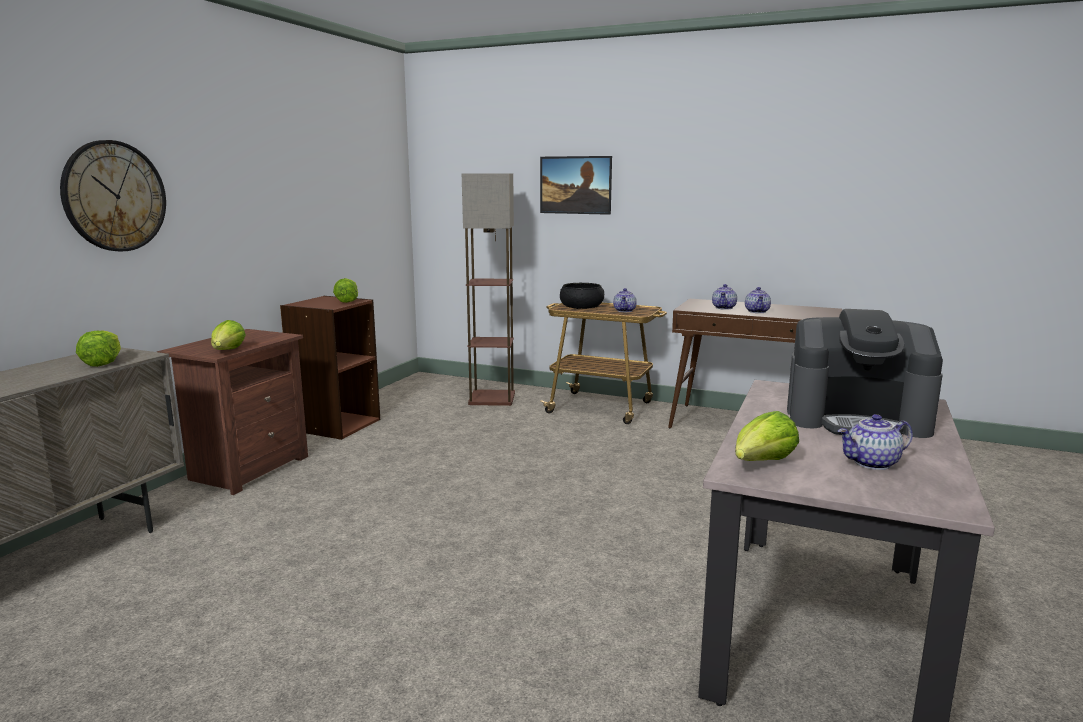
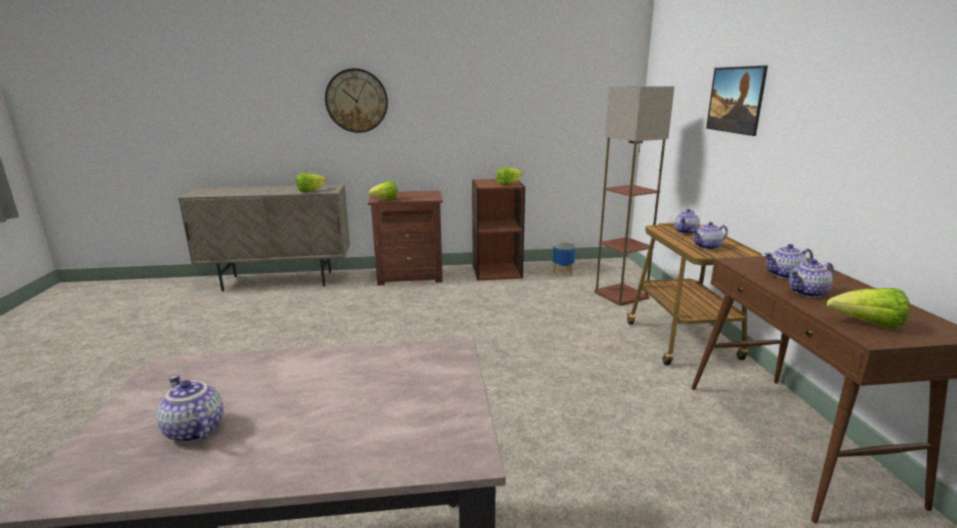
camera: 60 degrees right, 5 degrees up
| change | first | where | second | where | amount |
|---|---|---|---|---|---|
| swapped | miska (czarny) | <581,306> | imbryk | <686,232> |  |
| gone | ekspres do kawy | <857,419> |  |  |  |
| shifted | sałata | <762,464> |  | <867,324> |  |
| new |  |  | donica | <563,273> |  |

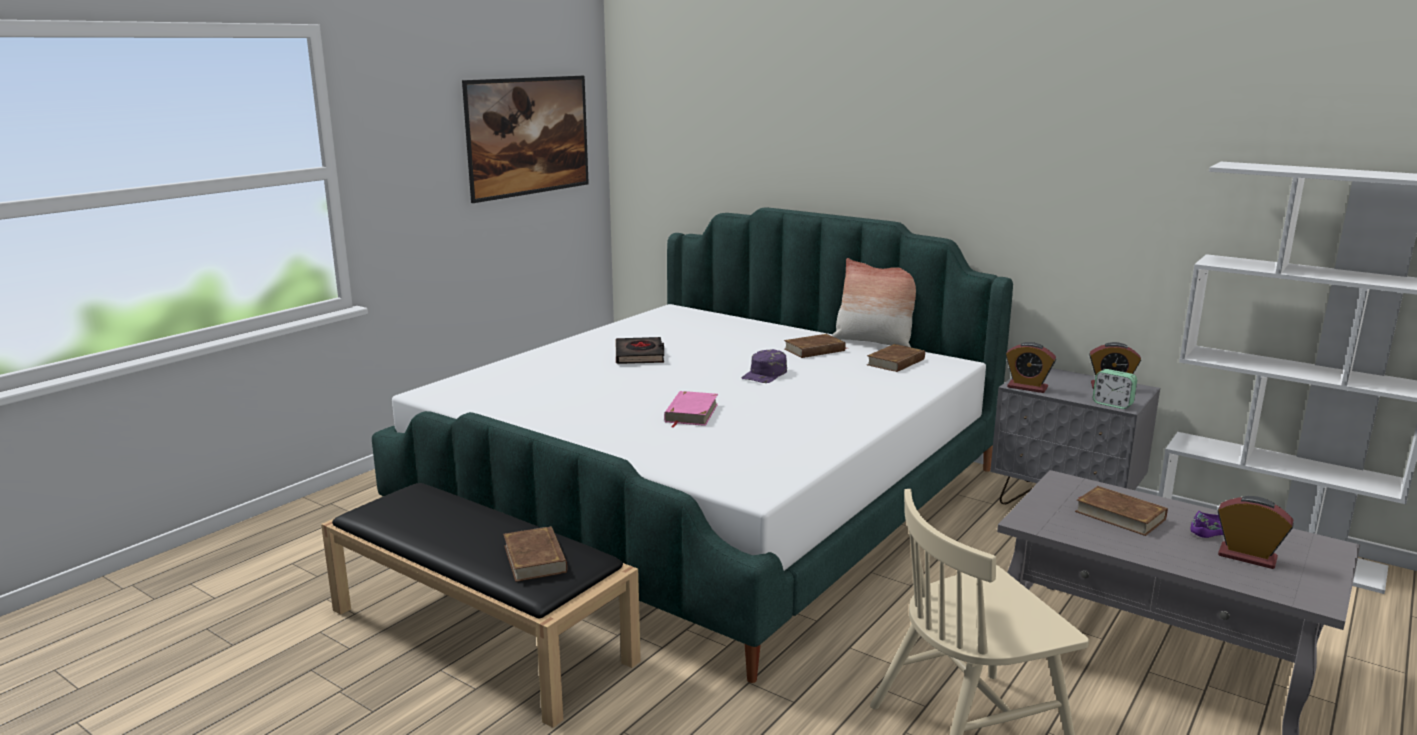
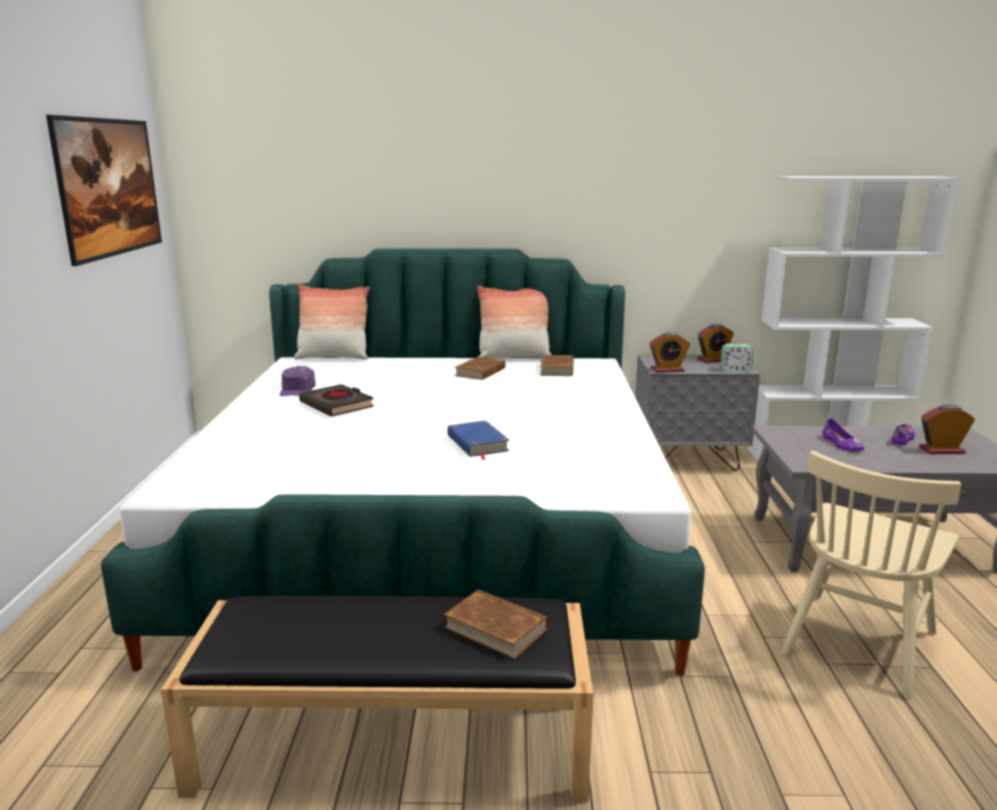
camera: 35 degrees left, 0 degrees up
| change | first | where | second | where | amount |
|---|---|---|---|---|---|
| shifted | czapka z daszkiem (fioletowy) | <765,374> |  | <298,389> |  |
| repainted | książka (różowy) | <691,413> | książka (niebieski) | <477,443> |  |
| swapped | książka (brązowy) | <1119,515> | but (fioletowy) | <841,444> |  |
| new |  |  | poduszka | <333,357> |  |

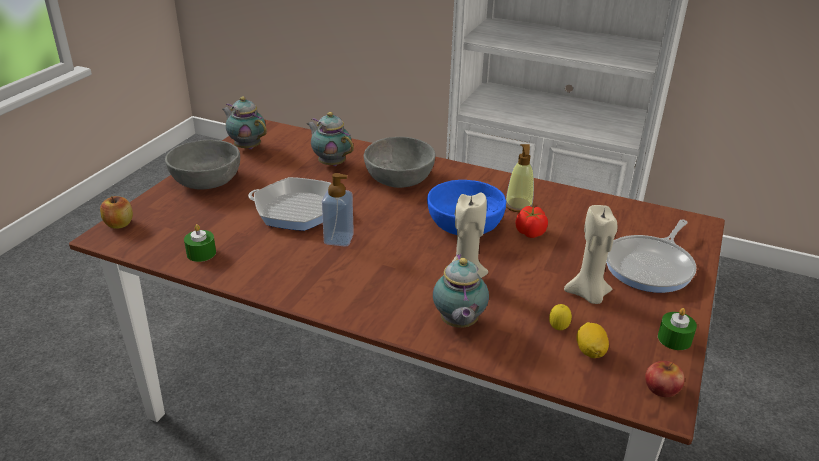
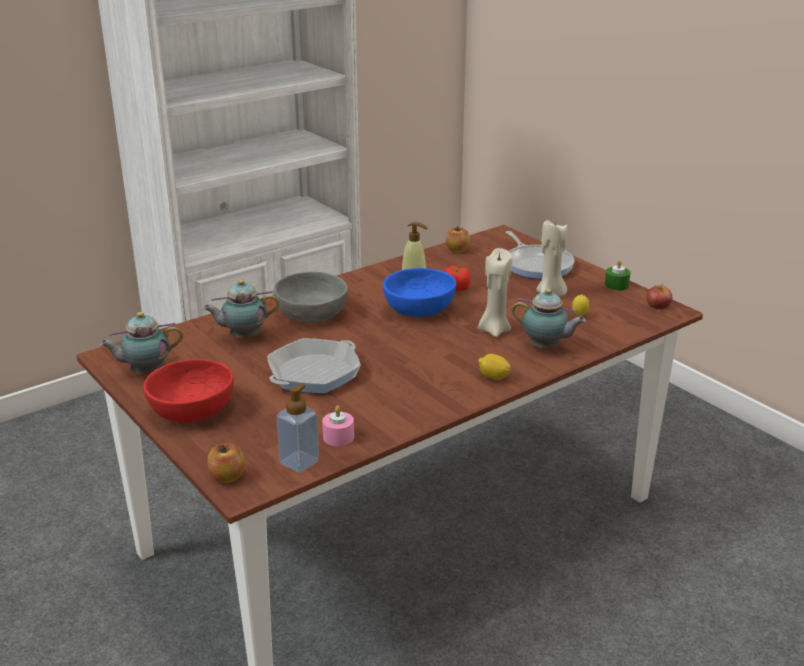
camera: 60 degrees left, 5 degrees down
| change | first | where | second | where | amount |
|---|---|---|---|---|---|
| repainted | miska (szary) | <206,180> | miska (czerwony) | <191,409> |  |
| shifted | dozownik mydła | <338,239> |  | <299,462> |  |
| repainted | świeca (zielony) | <201,253> | świeca (różowy) | <338,437> |  |
| shifted | cytryna | <590,351> |  | <493,377> |  |
| new |  |  | jabłko | <457,250> |  |

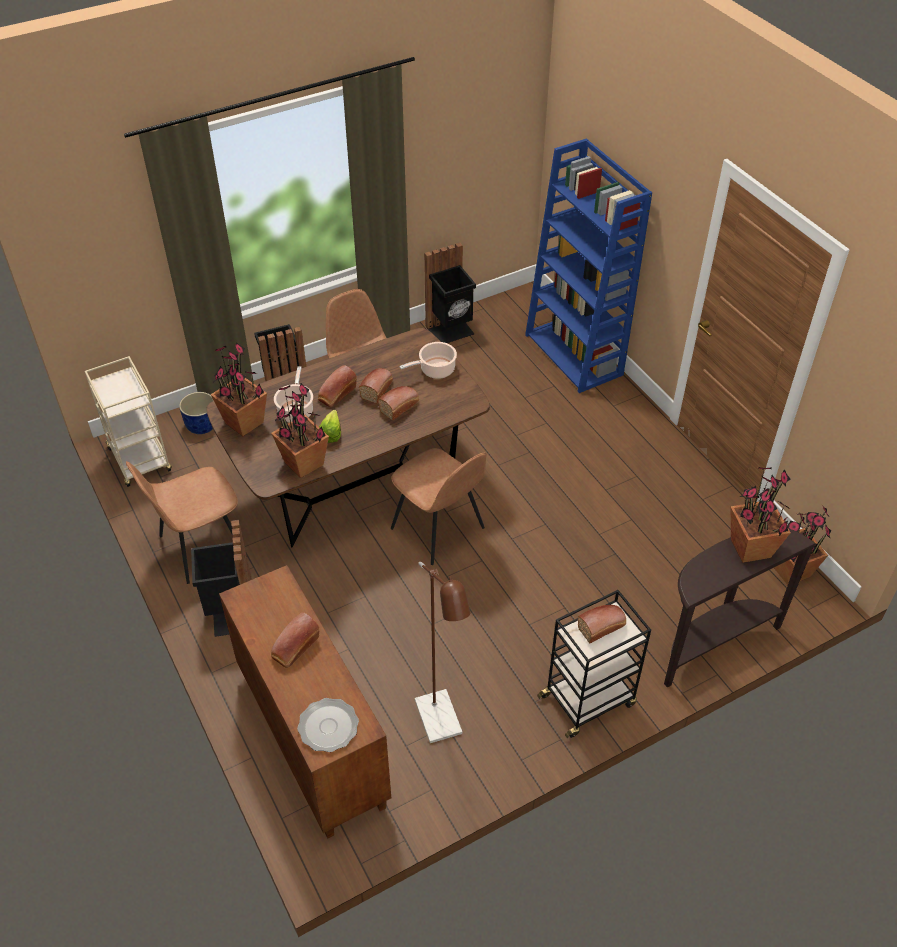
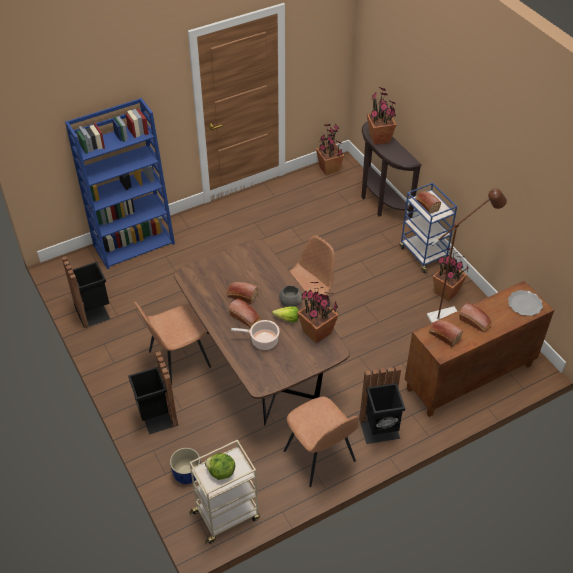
camera: 90 degrees left, 0 degrees up
| change | first | where | second | where | amount |
|---|---|---|---|---|---|
| shifted | roślina doniczkowa | <244,423> |  | <446,292> |  |
| gone | garnek | <435,370> |  |  |  |
| shifted | chleb | <400,406> |  | <443,335> |  |
| repainted | wózek (czarny) | <588,699> | wózek (niebieski) | <423,254> |  |
| new |  |  | miska (szary) | <290,302> |  |
| new |  |  | sałata | <221,472> |  |

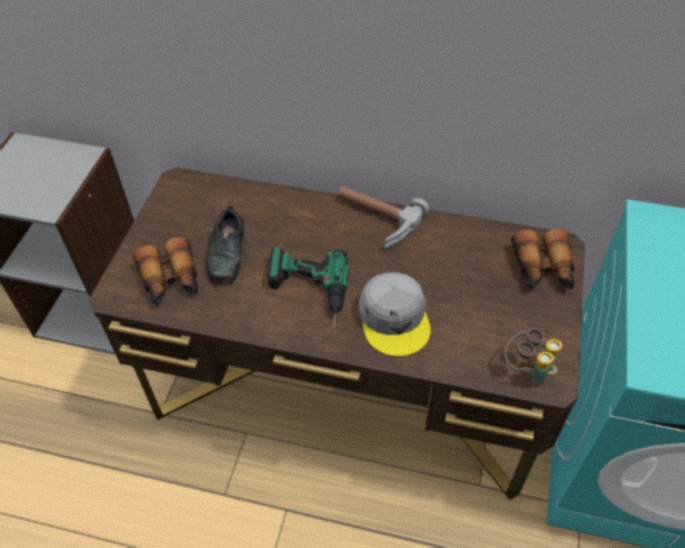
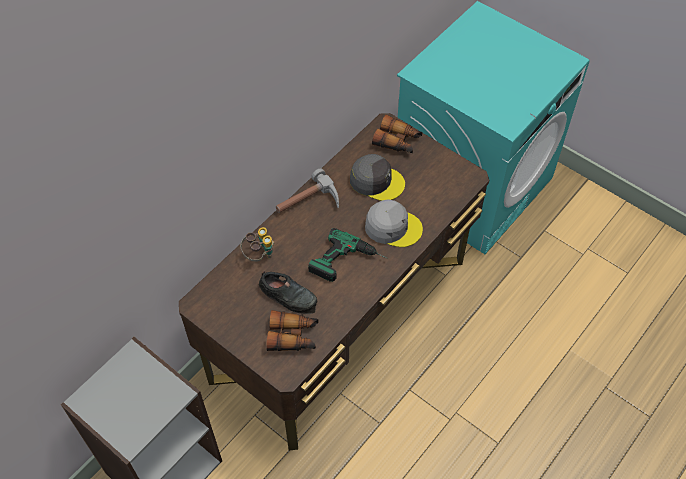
camera: 65 degrees left, 5 degrees up
| change | first | where | second | where | amount |
|---|---|---|---|---|---|
| shifted | lornetka | <527,370> |  | <259,255> |  |
| new |  |  | czapka z daszkiem (szary) | <376,181> |  |

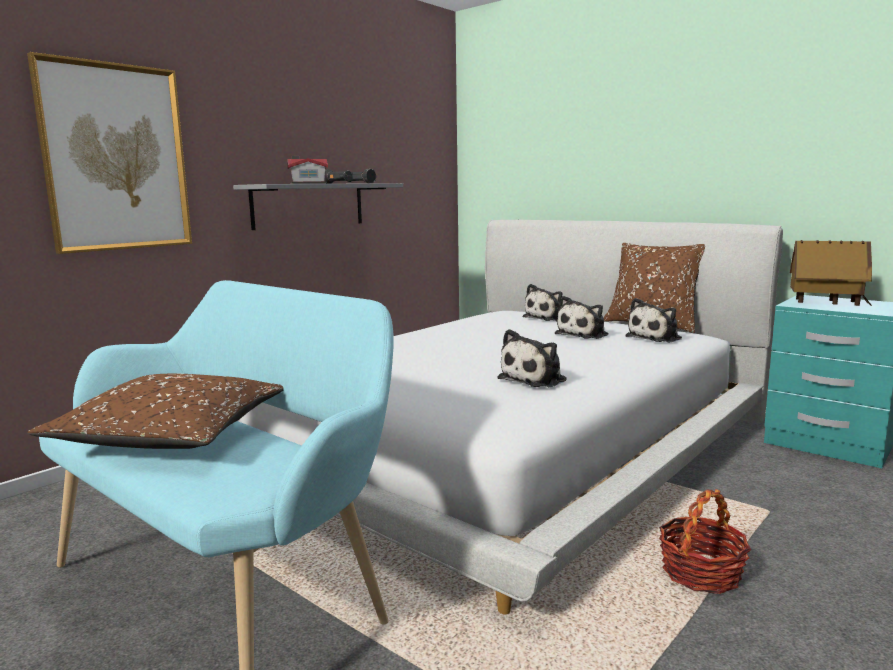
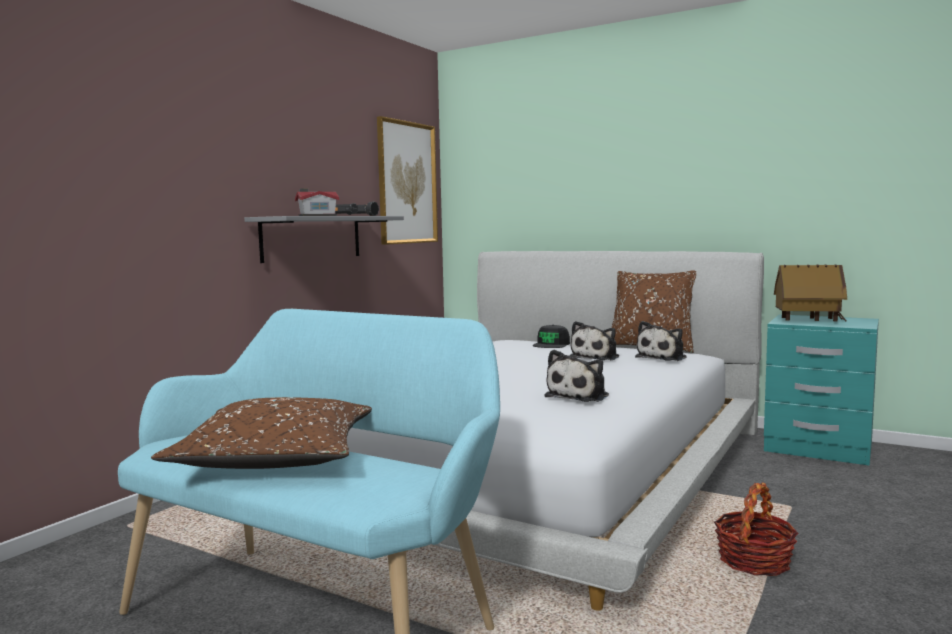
camera: 10 degrees left, 5 degrees down
| change | first | where | second | where | amount |
|---|---|---|---|---|---|
| shifted | obraz | <116,158> |  | <407,183> |  |
| swapped | pluszak | <548,318> | czapka z daszkiem (czarny) | <551,344> |  |

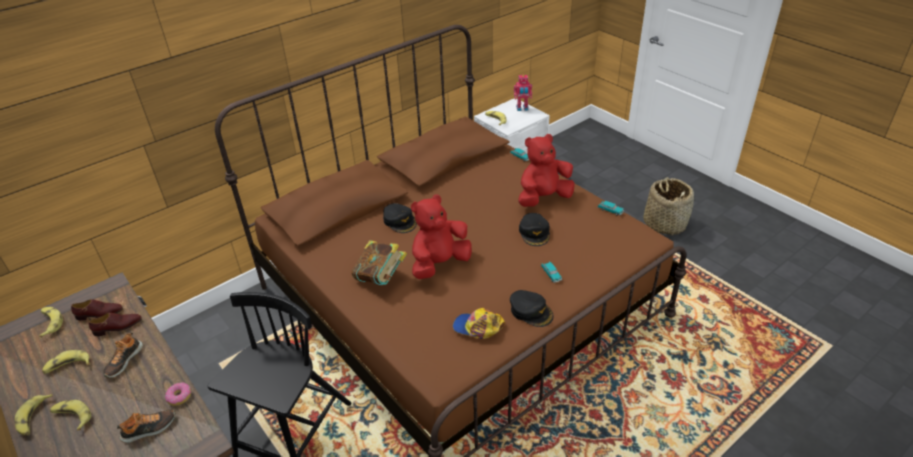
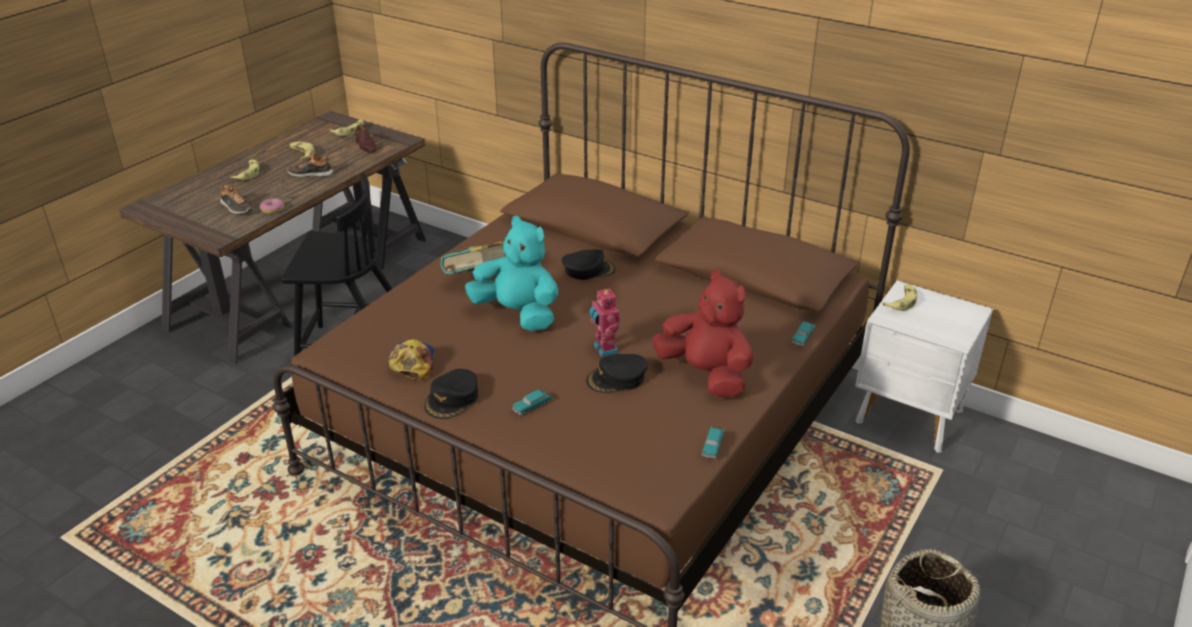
camera: 70 degrees right, 5 degrees down
| change | first | where | second | where | amount |
|---|---|---|---|---|---|
| shifted | robot zabawkowy | <522,108> |  | <604,349> |  |
| repainted | pluszak (czerwony) | <439,264> | pluszak (turkusowy) | <518,314> |  |
| rotated | czapka z daszkiem (czarny) | <400,221> |  | <588,269> | 135 degrees counterclockwise |
| gone | but (brązowy) | <118,327> |  |  |  |
| gone | banan | <34,418> |  |  |  |

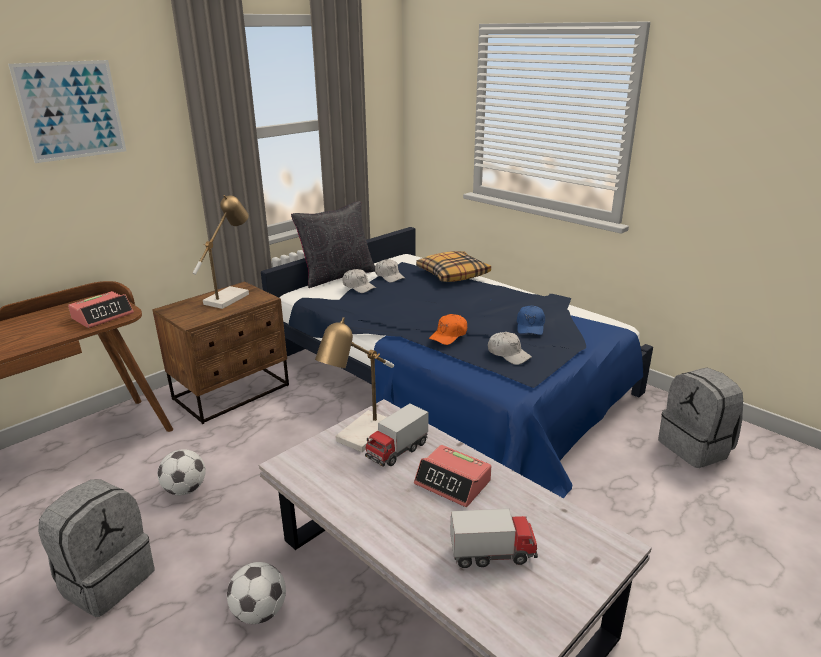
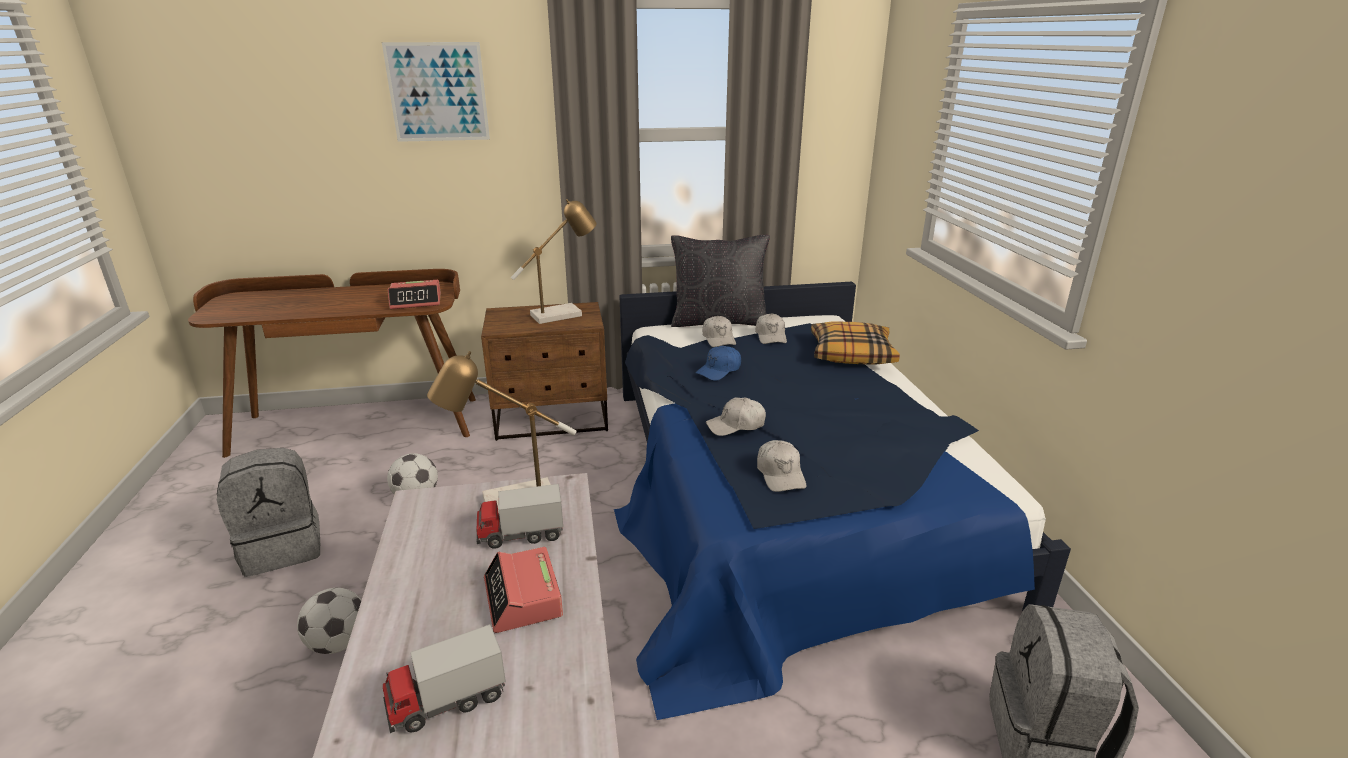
camera: 35 degrees right, 0 degrees up
| change | first | where | second | where | amount |
|---|---|---|---|---|---|
| shifted | czapka z daszkiem (niebieski) | <530,326> |  | <719,370> |  |
| repainted | czapka z daszkiem (pomarańczowy) | <449,335> | czapka z daszkiem (biały) | <736,425> |  |
| rotated | ciężarówka zabawkowa | <492,554> |  | <447,702> | 120 degrees clockwise |

